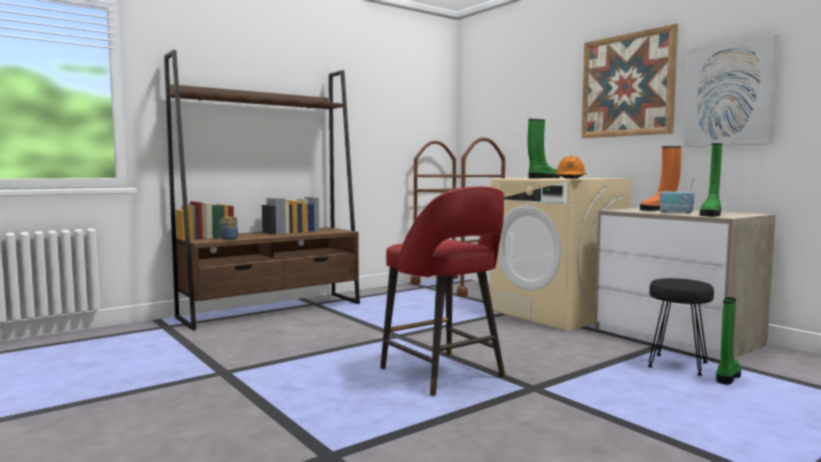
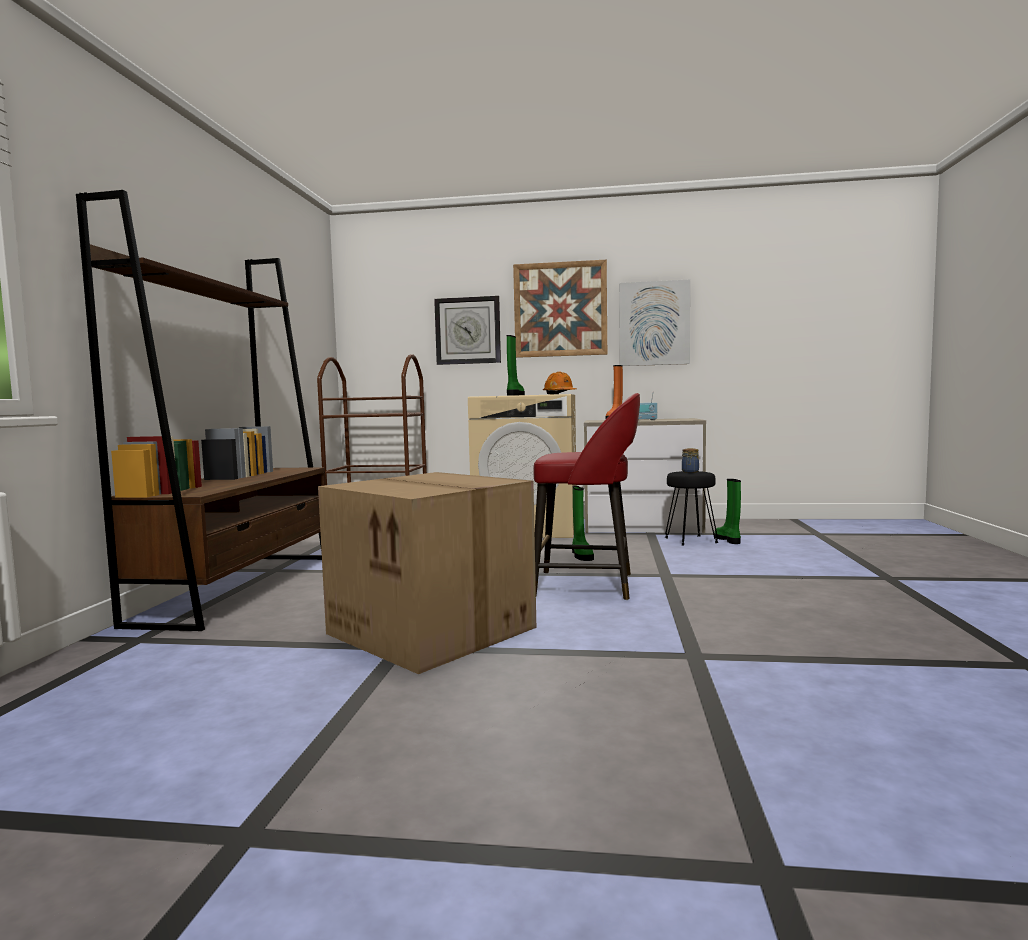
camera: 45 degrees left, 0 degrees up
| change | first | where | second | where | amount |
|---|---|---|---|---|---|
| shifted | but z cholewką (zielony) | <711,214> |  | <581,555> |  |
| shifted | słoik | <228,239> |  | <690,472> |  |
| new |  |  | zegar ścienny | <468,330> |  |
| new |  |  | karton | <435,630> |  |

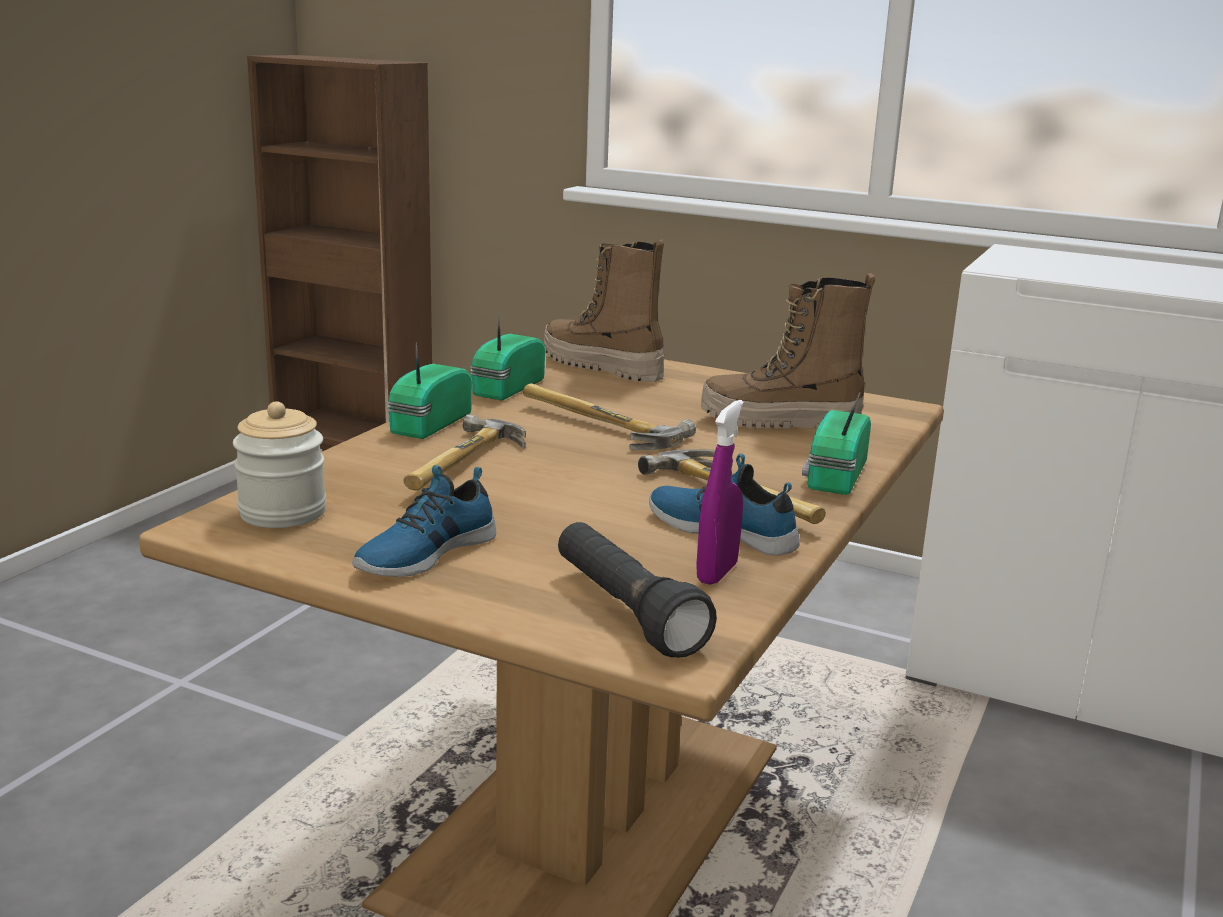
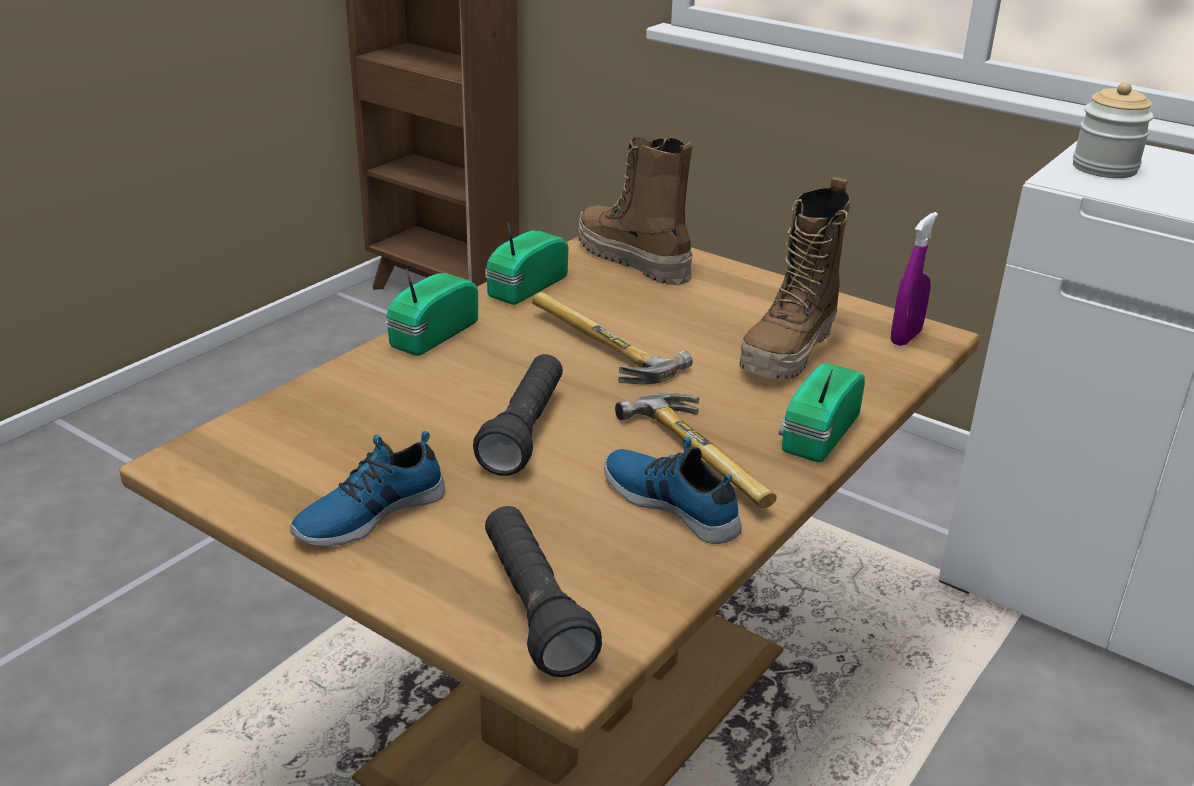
camera: 10 degrees right, 10 degrees up
| change | first | where | second | where | amount |
|---|---|---|---|---|---|
| rotated | but z cholewką | <780,423> |  | <789,353> | 75 degrees counterclockwise |
| shifted | spryskiwacz (fioletowy) | <717,573> |  | <905,337> |  |
| shifted | słoik | <283,512> |  | <1104,168> |  |
| gone | młotek | <470,465> |  |  |  |
| new |  |  | latarka (czarny) | <524,431> |  |

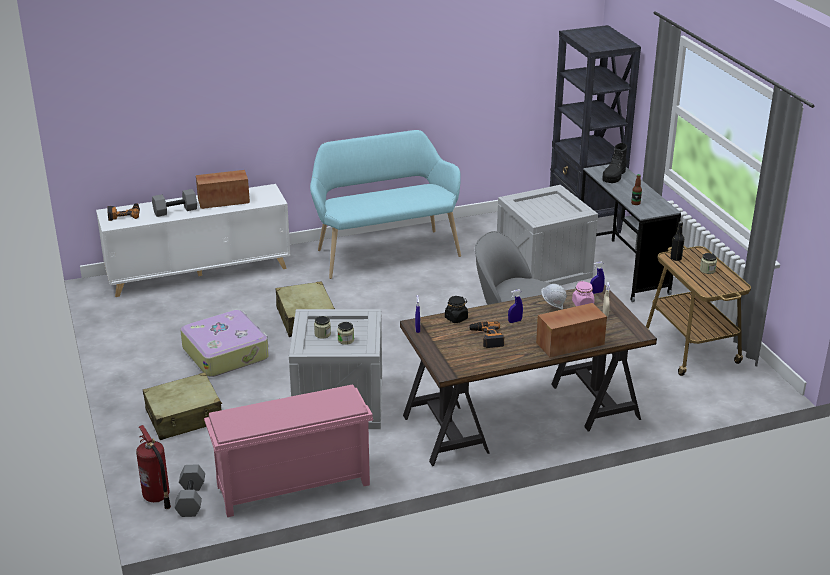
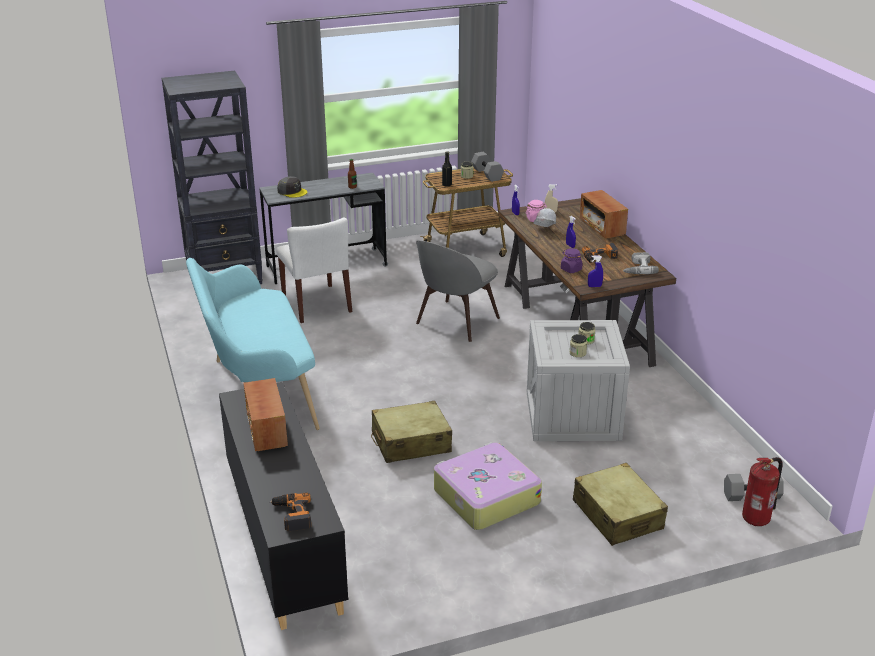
camera: 90 degrees left, 0 degrees up
| change | first | where | second | where | amount |
|---|---|---|---|---|---|
| swapped | but z cholewką (czarny) | <614,176> | czapka z daszkiem (szary) | <292,191> |  |
| repainted | szafka (biały) | <199,272> | szafka (czarny) | <283,538> |  |
| swapped | skrzynka | <541,268> | krzesło (biały) | <317,303> |  |
| shifted | hantel (szary) | <175,210> |  | <486,174> |  |
| repainted | słoik (czarny) | <456,318> | słoik (fioletowy) | <571,269> |  |
| gone | regał na buty (różowy) | <292,486> |  |  |  |
| new |  |  | wiertarka | <637,268> |  |

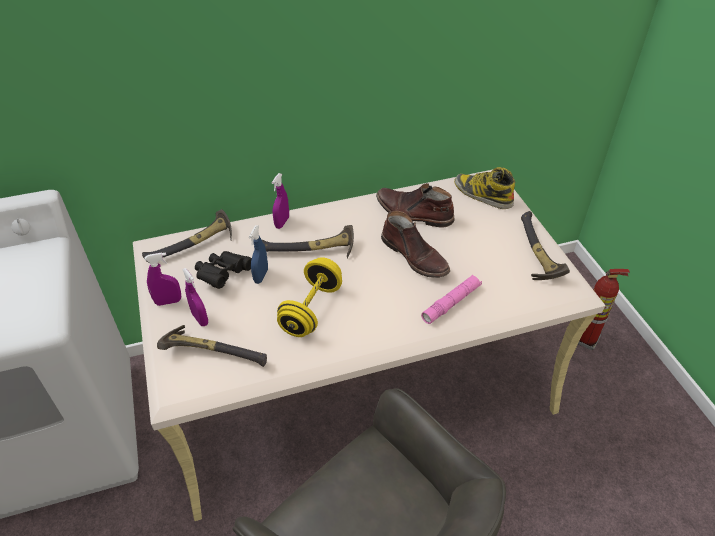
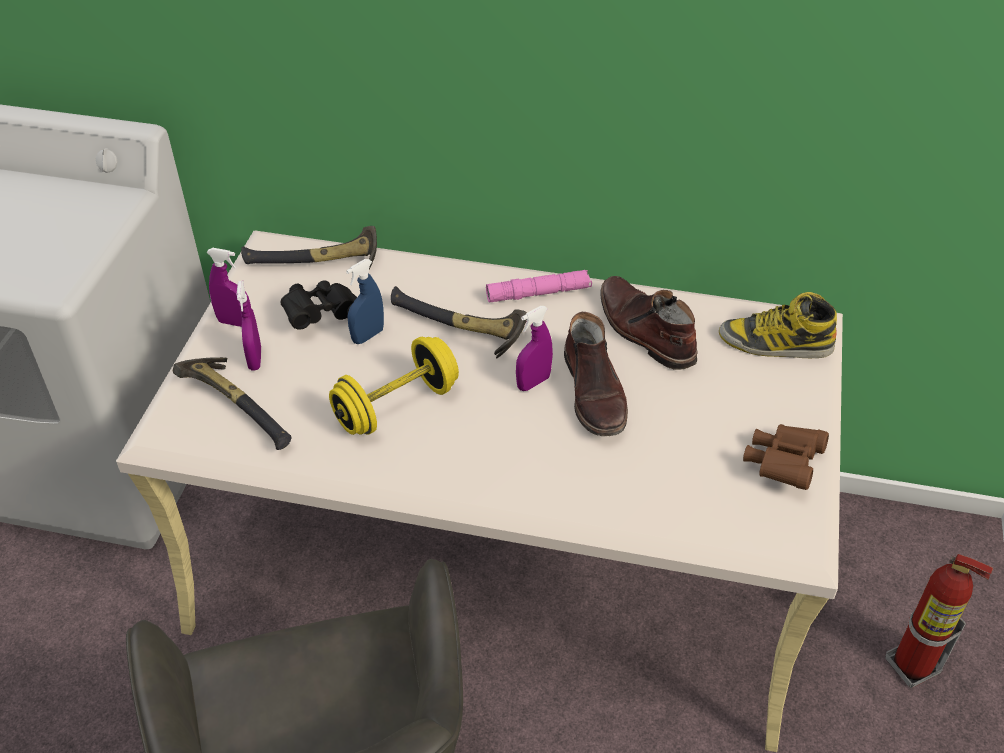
camera: 30 degrees right, 0 degrees up
| change | first | where | second | where | amount |
|---|---|---|---|---|---|
| rotated | but z cholewką | <482,194> |  | <775,344> | 60 degrees counterclockwise |
| shifted | spryskiwacz (fioletowy) | <282,222> |  | <533,382> |  |
| swapped | młotek | <535,254> | lornetka (brązowy) | <782,465> |  |
| shifted | latarka (różowy) | <451,303> |  | <538,293> |  |

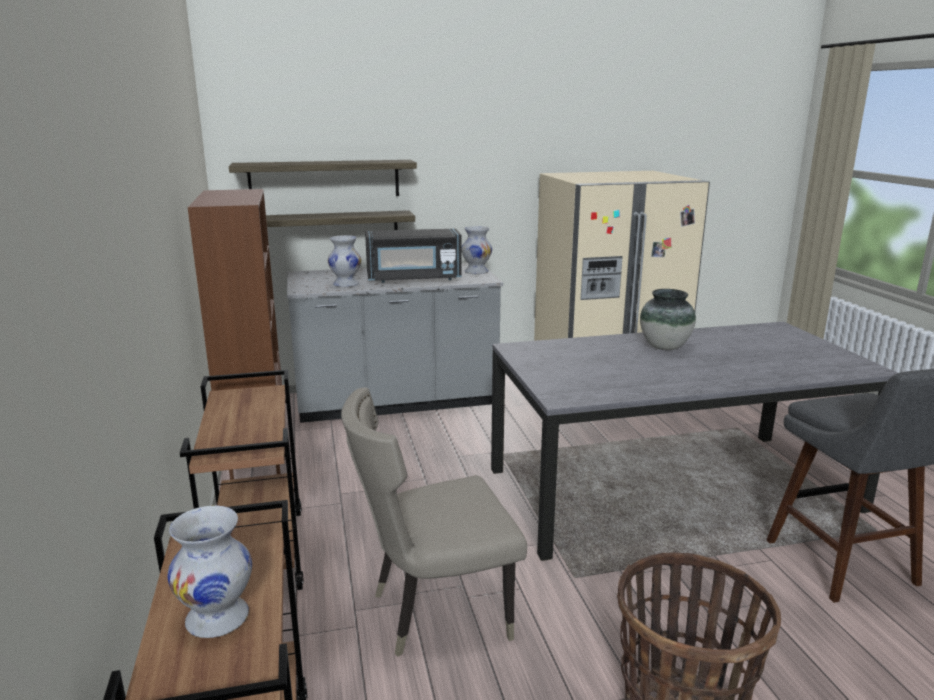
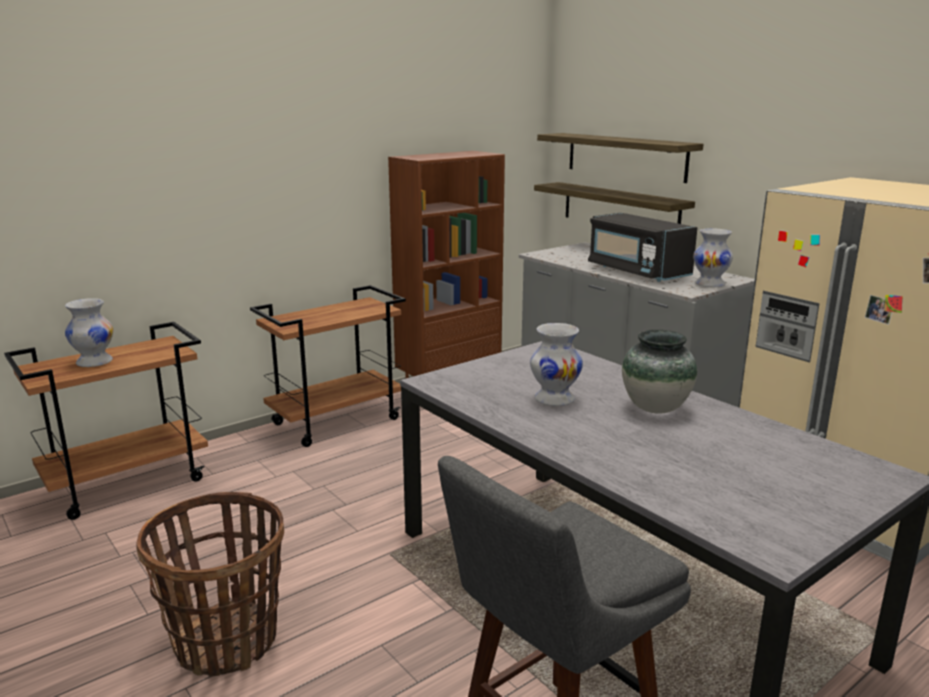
camera: 65 degrees right, 0 degrees up
| change | first | where | second | where | amount |
|---|---|---|---|---|---|
| shifted | wazon (biały) | <345,284> |  | <554,399> |  |
| gone | krzesło (beżowy) | <434,612> |  |  |  |

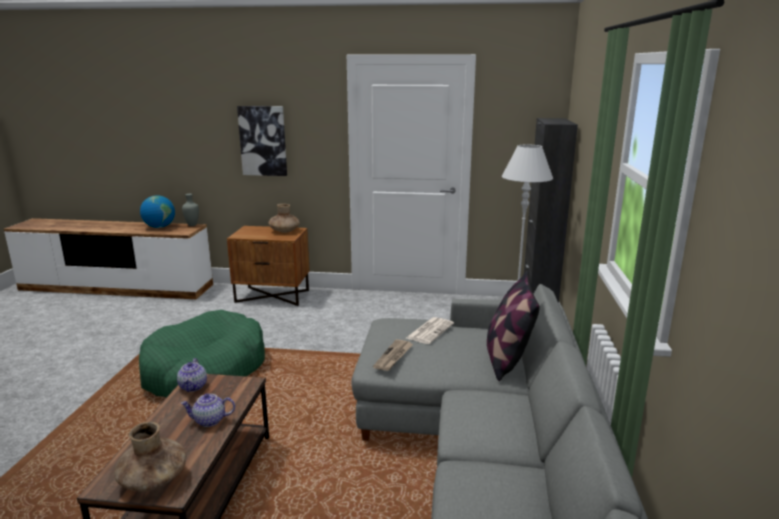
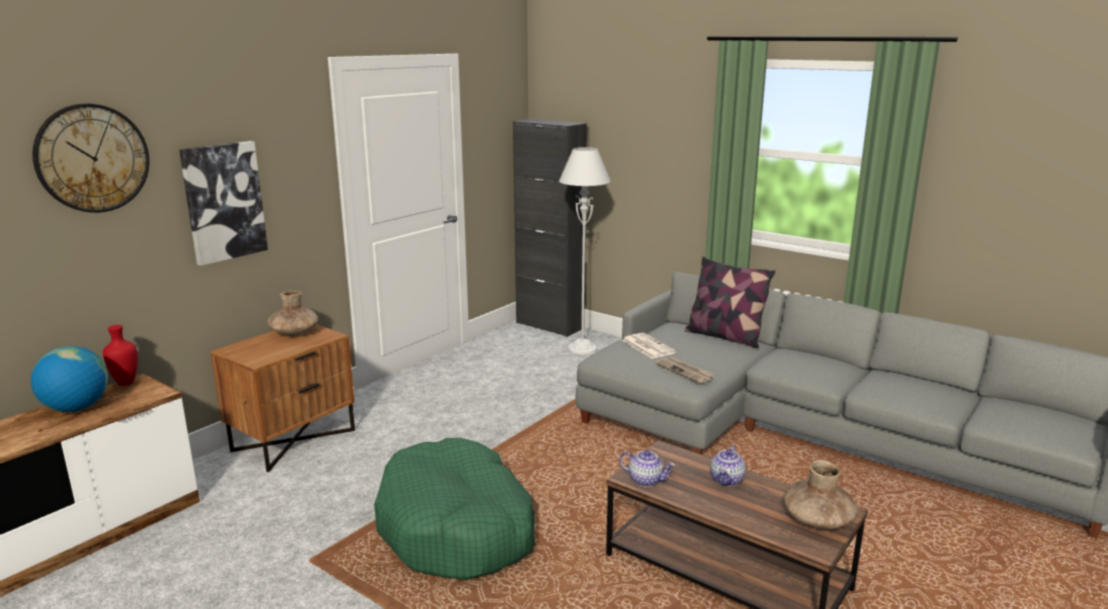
camera: 60 degrees left, 0 degrees up
| change | first | where | second | where | amount |
|---|---|---|---|---|---|
| repainted | wazon (szary) | <192,225> | wazon (czerwony) | <126,383> |  |
| new |  |  | zegar ścienny | <92,158> |  |

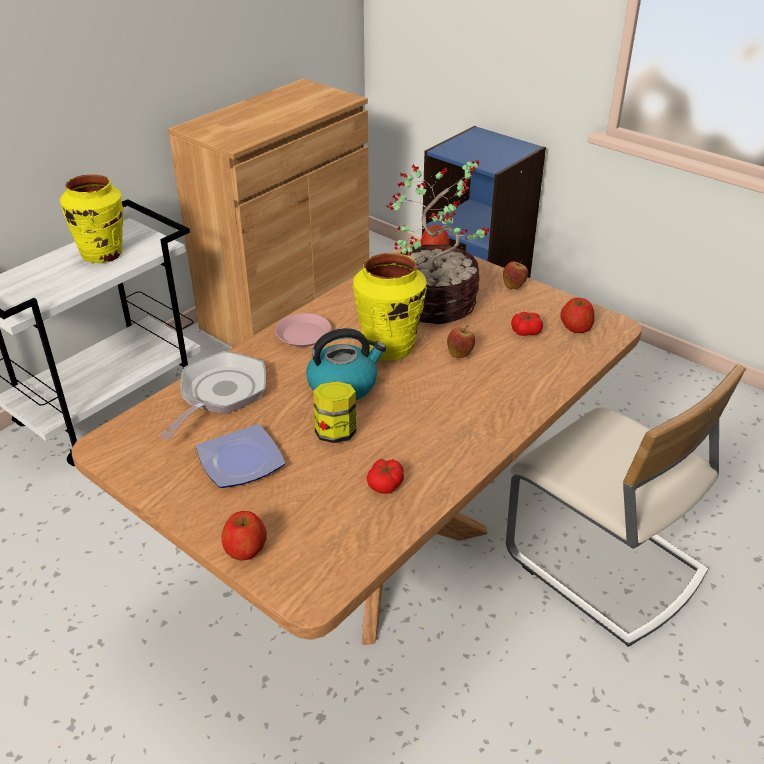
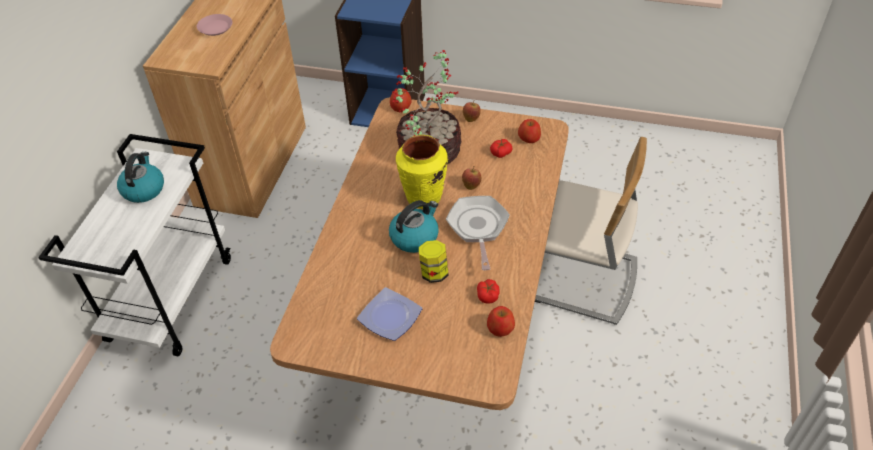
camera: 25 degrees left, 10 degrees up
| change | first | where | second | where | amount |
|---|---|---|---|---|---|
| swapped | wazon (żółty) | <103,254> | czajnik | <143,189> |  |
| shifted | talerz (różowy) | <304,334> |  | <215,27> |  |
| shifted | patelnia | <220,394> |  | <478,228> |  |
| shifted | jabłko | <245,548> |  | <500,328> |  |

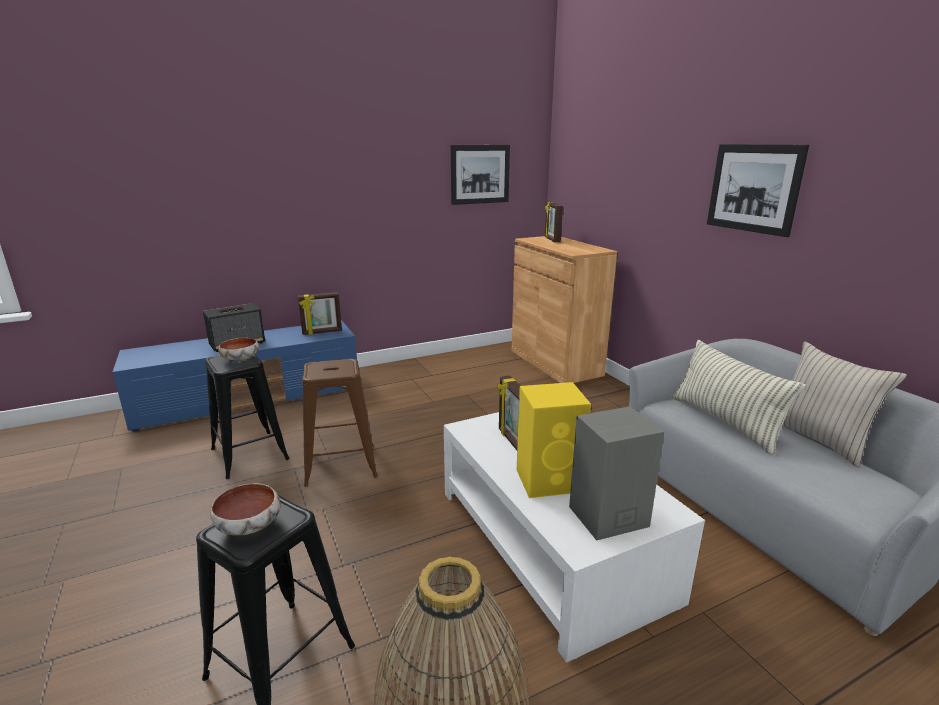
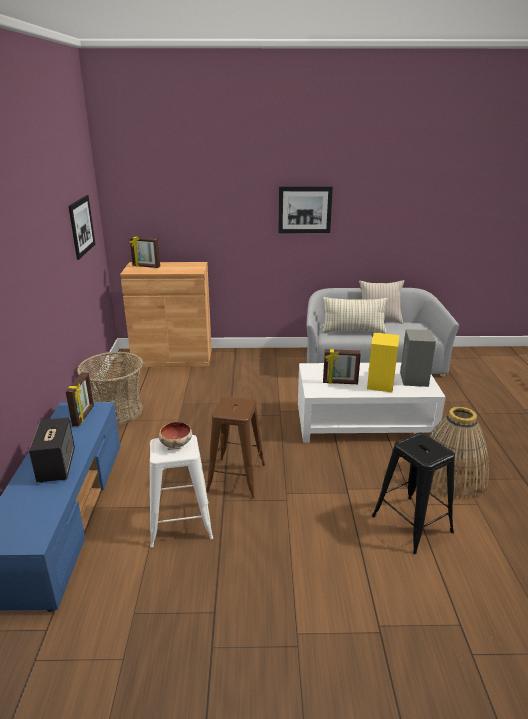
camera: 65 degrees left, 5 degrees up
| change | first | where | second | where | amount |
|---|---|---|---|---|---|
| repainted | stołek (czarny) | <250,454> | stołek (biały) | <181,523> |  |
| gone | miska | <250,526> |  |  |  |
| new |  |  | koszyk | <117,412> |  |

